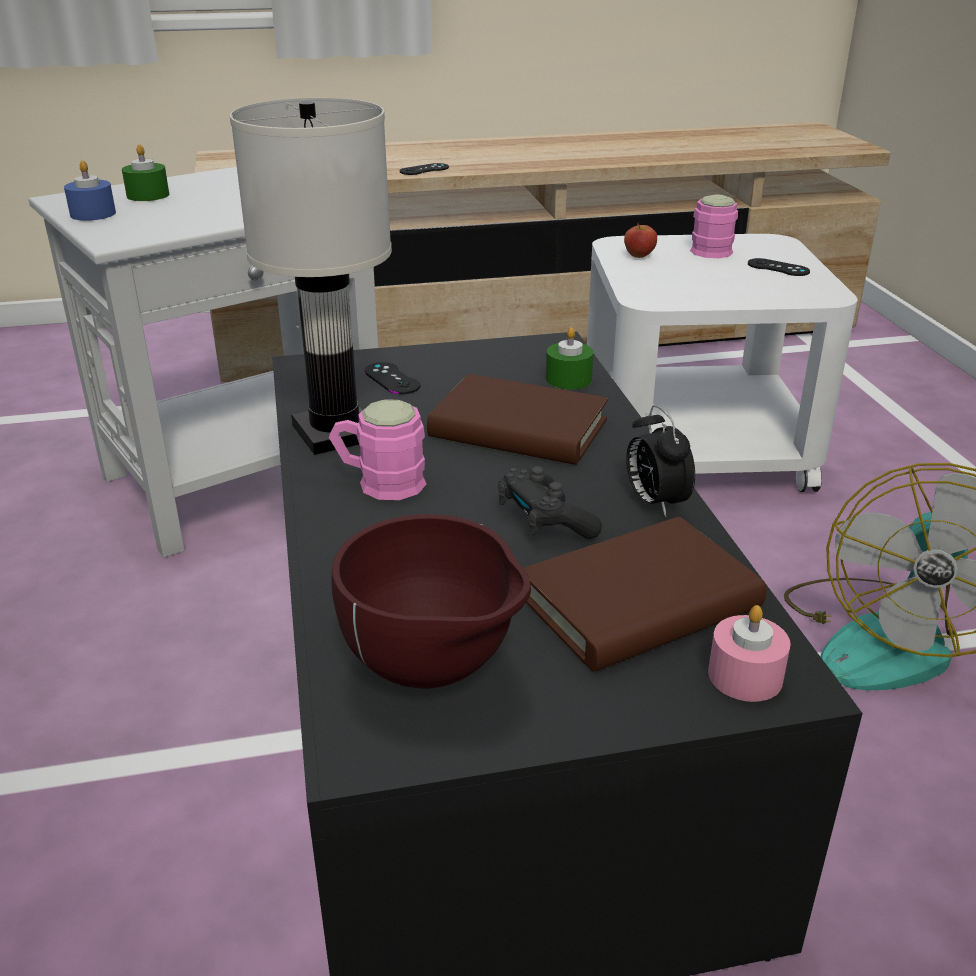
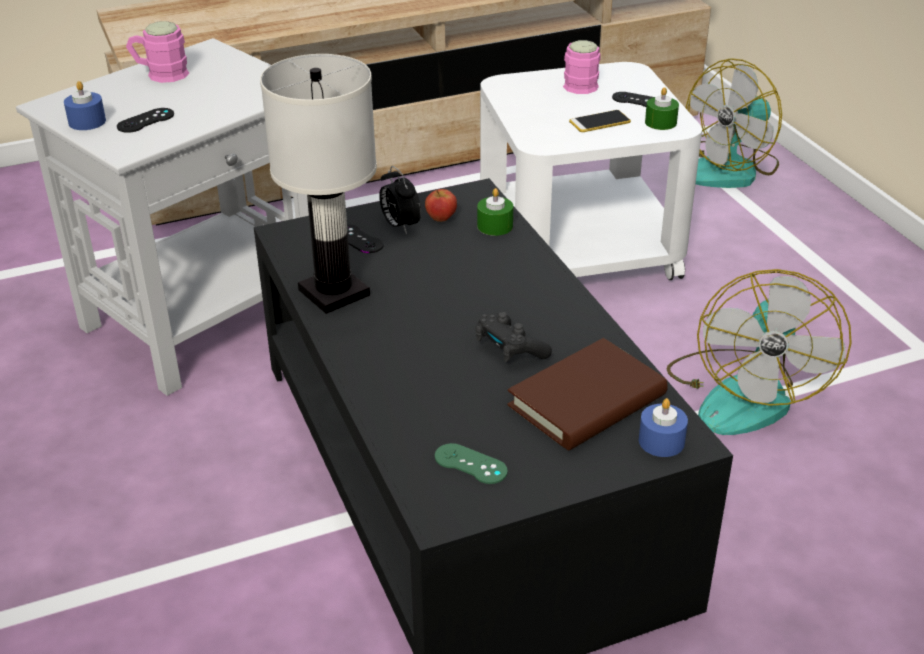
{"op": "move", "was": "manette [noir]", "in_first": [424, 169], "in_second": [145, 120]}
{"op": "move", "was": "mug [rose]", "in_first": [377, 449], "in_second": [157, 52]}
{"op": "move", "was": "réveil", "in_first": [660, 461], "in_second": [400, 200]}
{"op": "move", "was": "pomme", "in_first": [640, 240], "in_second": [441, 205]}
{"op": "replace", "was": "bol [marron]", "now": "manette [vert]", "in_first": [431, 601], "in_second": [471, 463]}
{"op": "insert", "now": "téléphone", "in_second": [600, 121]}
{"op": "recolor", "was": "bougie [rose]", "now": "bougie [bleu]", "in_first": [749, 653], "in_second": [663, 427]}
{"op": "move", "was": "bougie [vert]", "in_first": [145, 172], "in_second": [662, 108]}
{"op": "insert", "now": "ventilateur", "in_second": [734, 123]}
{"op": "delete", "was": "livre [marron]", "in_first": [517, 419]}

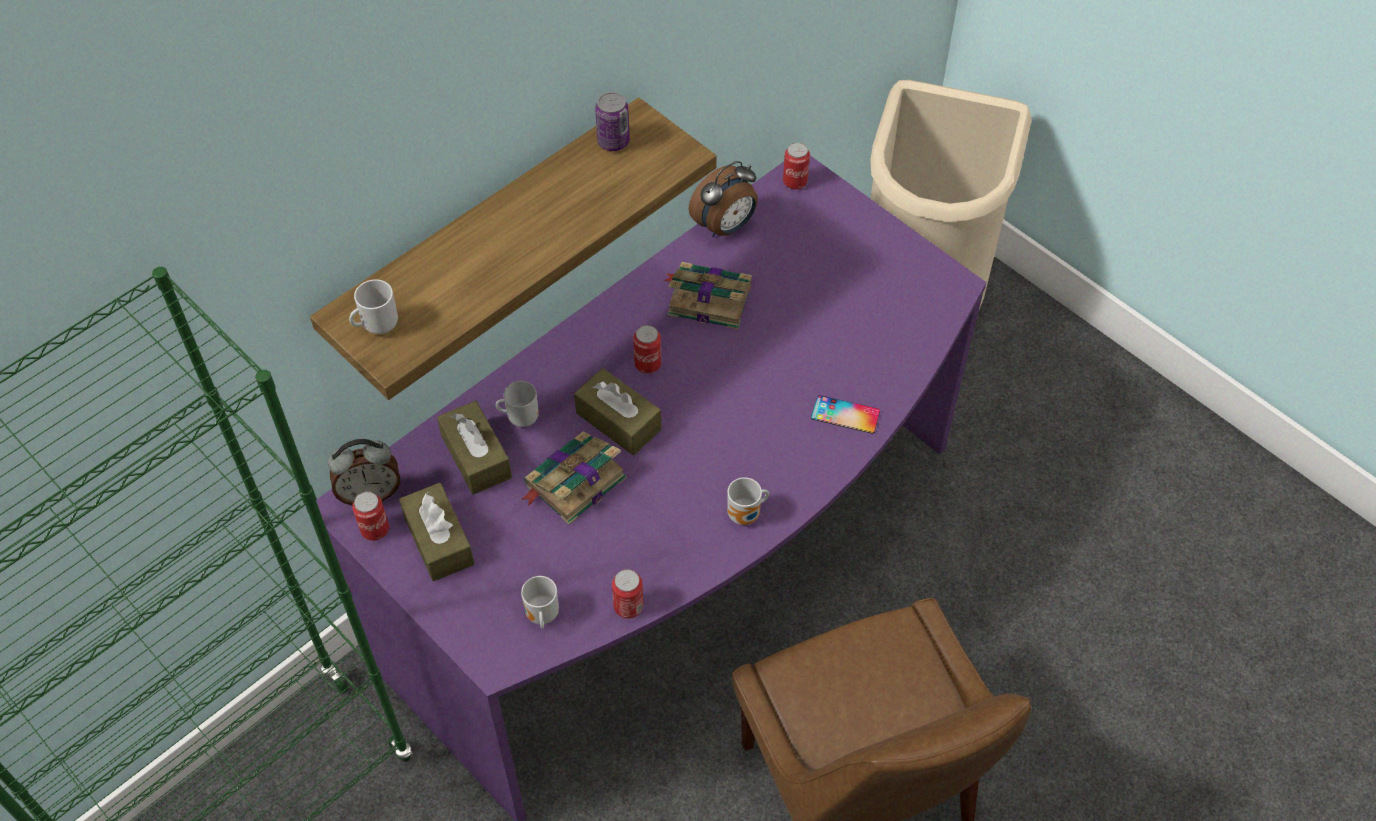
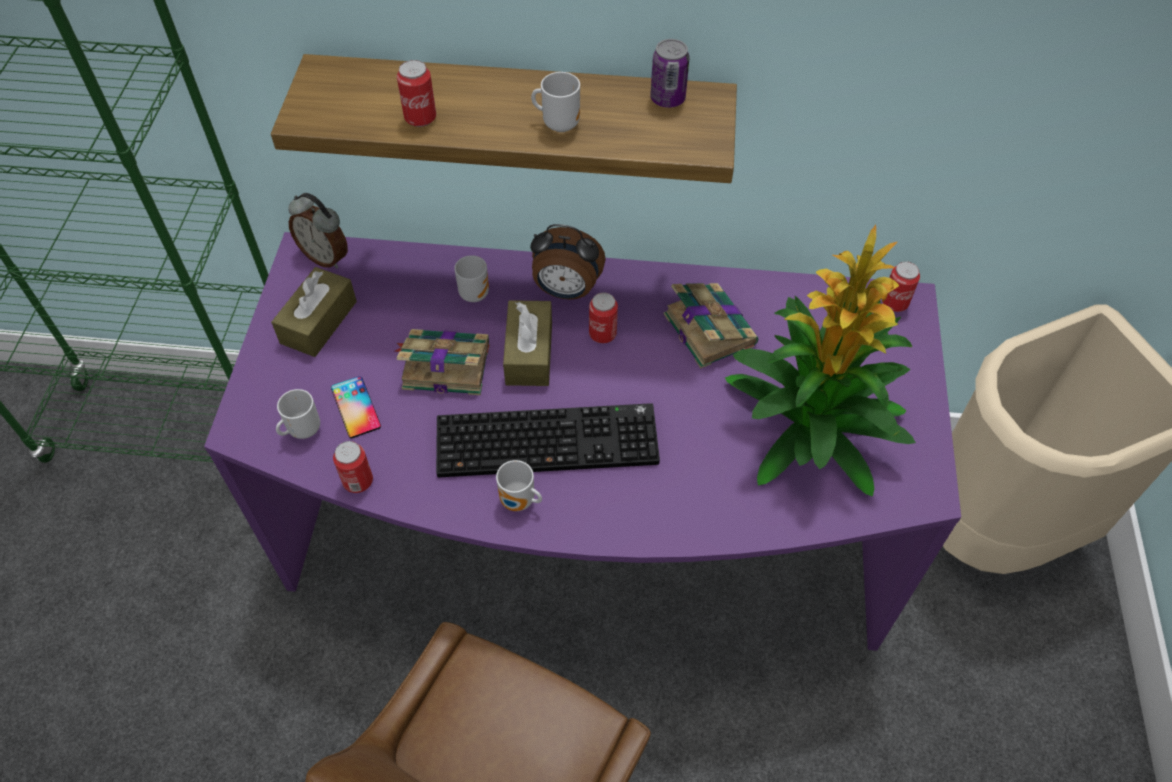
{"op": "move", "was": "téléphone", "in_first": [845, 414], "in_second": [356, 407]}
{"op": "move", "was": "boîte métallique", "in_first": [370, 516], "in_second": [416, 93]}
{"op": "insert", "now": "clavier", "in_second": [548, 440]}
{"op": "move", "was": "réveil", "in_first": [723, 199], "in_second": [568, 262]}
{"op": "move", "was": "mug", "in_first": [373, 306], "in_second": [555, 102]}
{"op": "insert", "now": "plante en pot", "in_second": [820, 361]}
{"op": "delete", "was": "boîte à mouchoirs [marron]", "in_first": [474, 448]}

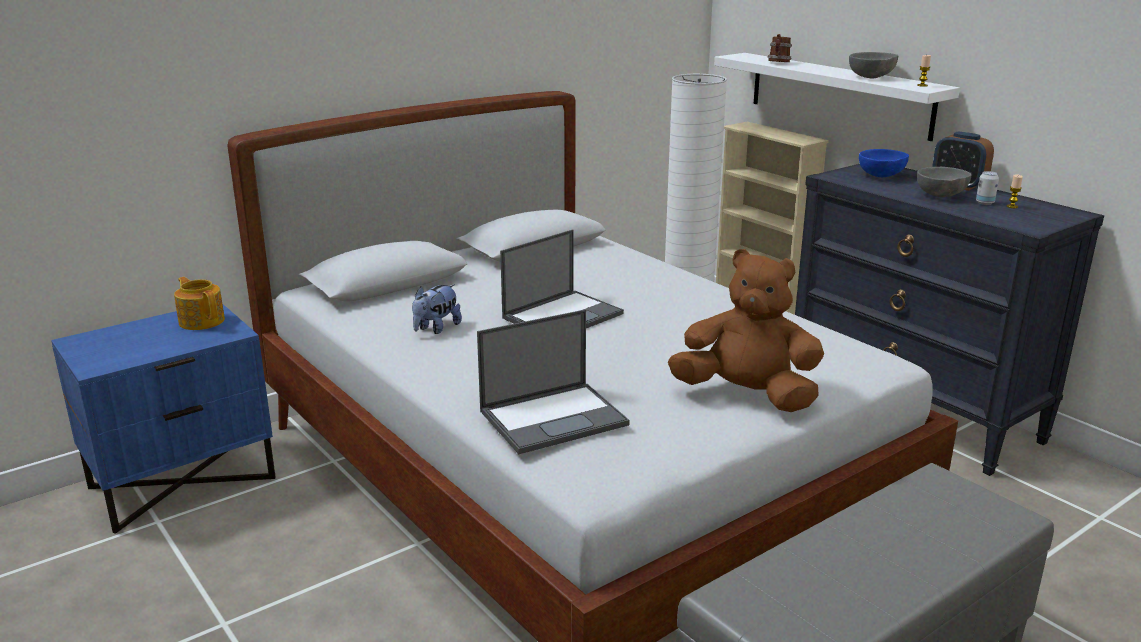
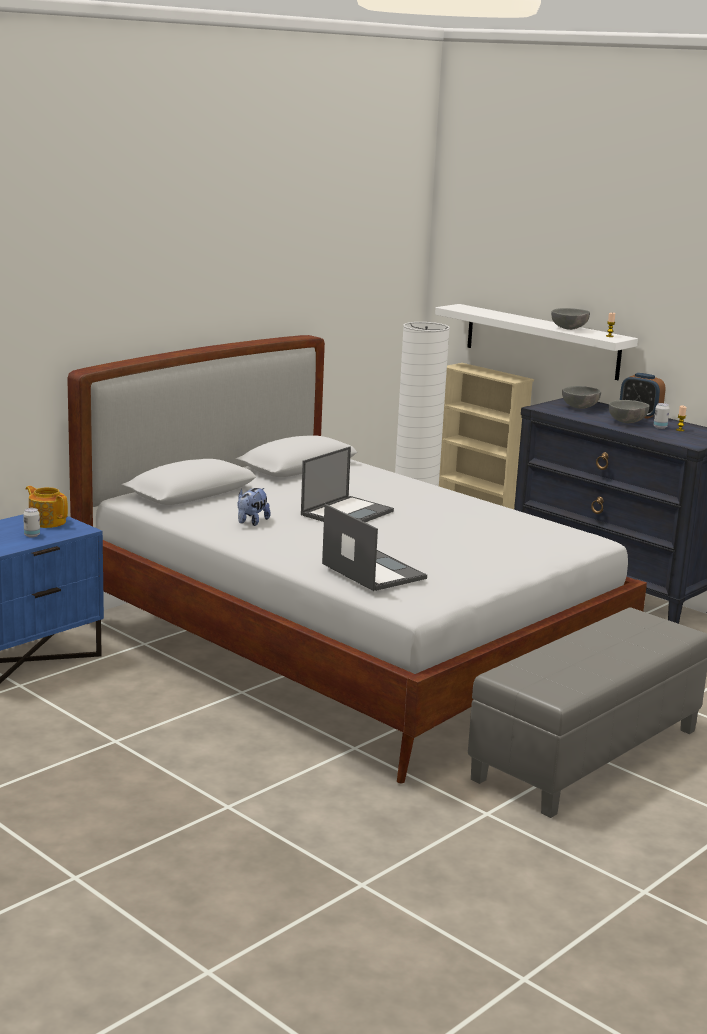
{"op": "insert", "now": "boîte métallique", "in_second": [31, 522]}
{"op": "rotate", "was": "ordinateur portable", "in_first": [553, 381], "in_second": [374, 547], "clockwise": -90}
{"op": "recolor", "was": "bol [bleu]", "now": "bol [gris]", "in_first": [884, 163], "in_second": [581, 397]}
{"op": "delete", "was": "peluche [marron]", "in_first": [746, 330]}
{"op": "delete", "was": "mug", "in_first": [779, 48]}

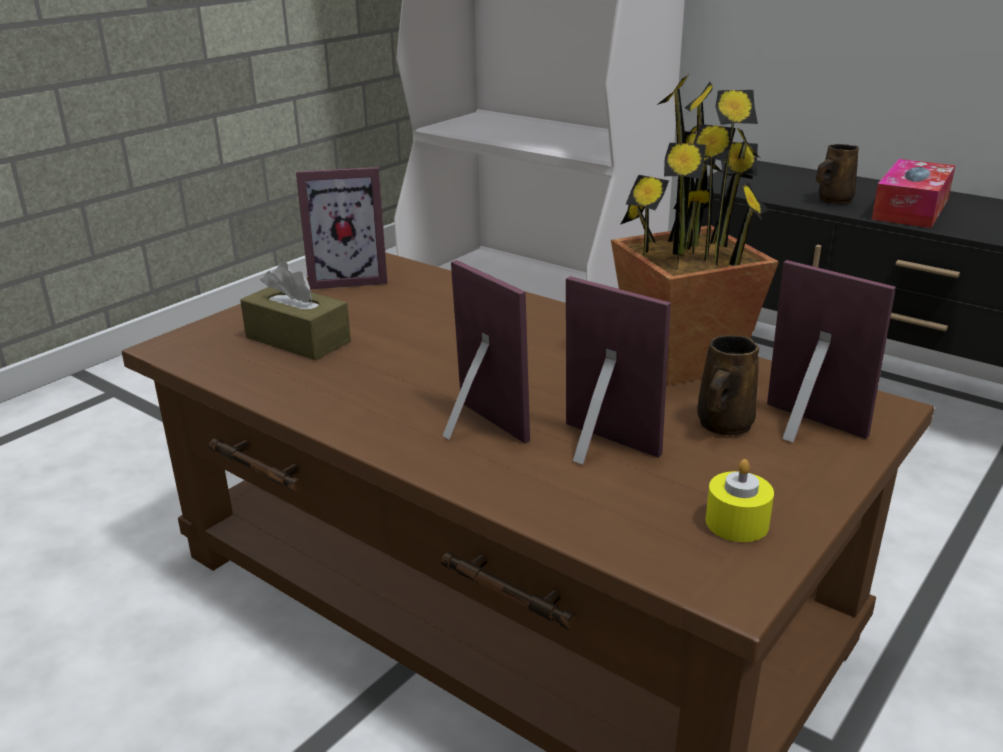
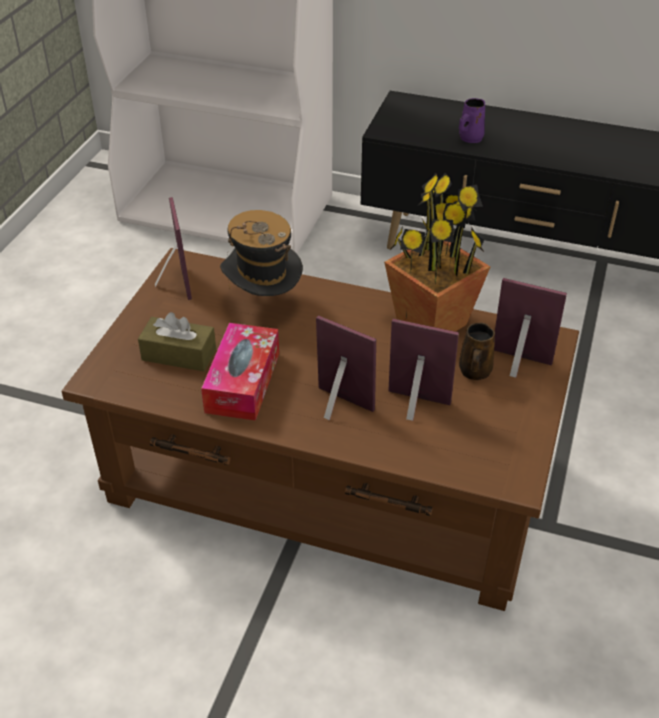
{"op": "rotate", "was": "cadre photo", "in_first": [342, 228], "in_second": [173, 248], "clockwise": -75}
{"op": "move", "was": "boîte à mouchoirs", "in_first": [913, 193], "in_second": [240, 372]}
{"op": "insert", "now": "chapeau", "in_second": [261, 253]}
{"op": "recolor", "was": "mug [marron]", "now": "mug [violet]", "in_first": [837, 174], "in_second": [472, 120]}
{"op": "delete", "was": "bougie [jaune]", "in_first": [740, 500]}

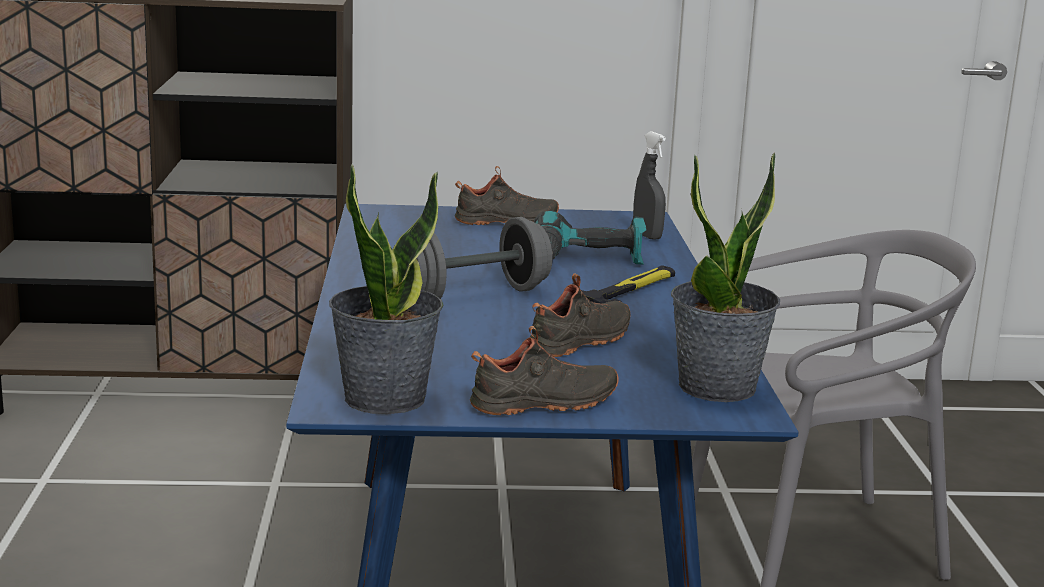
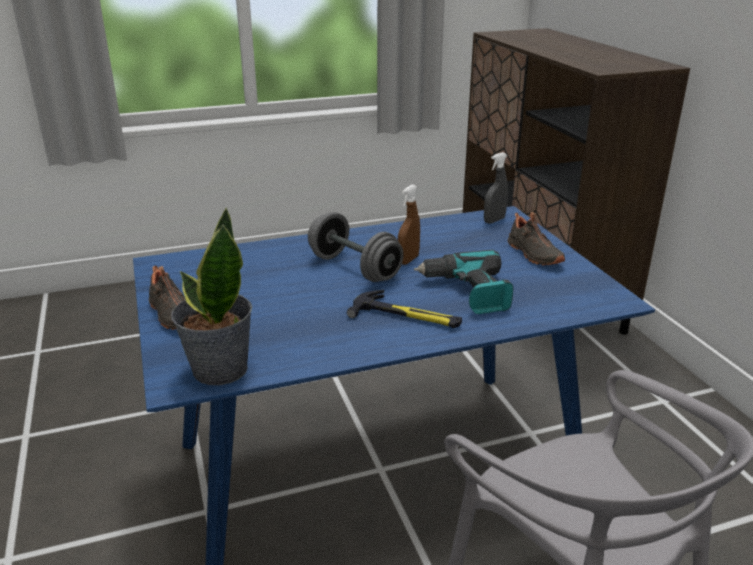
{"op": "insert", "now": "vaporisateur [marron]", "in_second": [409, 225]}
{"op": "move", "was": "vaporisateur [gris]", "in_first": [649, 185], "in_second": [496, 188]}
{"op": "delete", "was": "plante en pot", "in_first": [386, 289]}
{"op": "delete", "was": "chaussure [noir]", "in_first": [580, 315]}

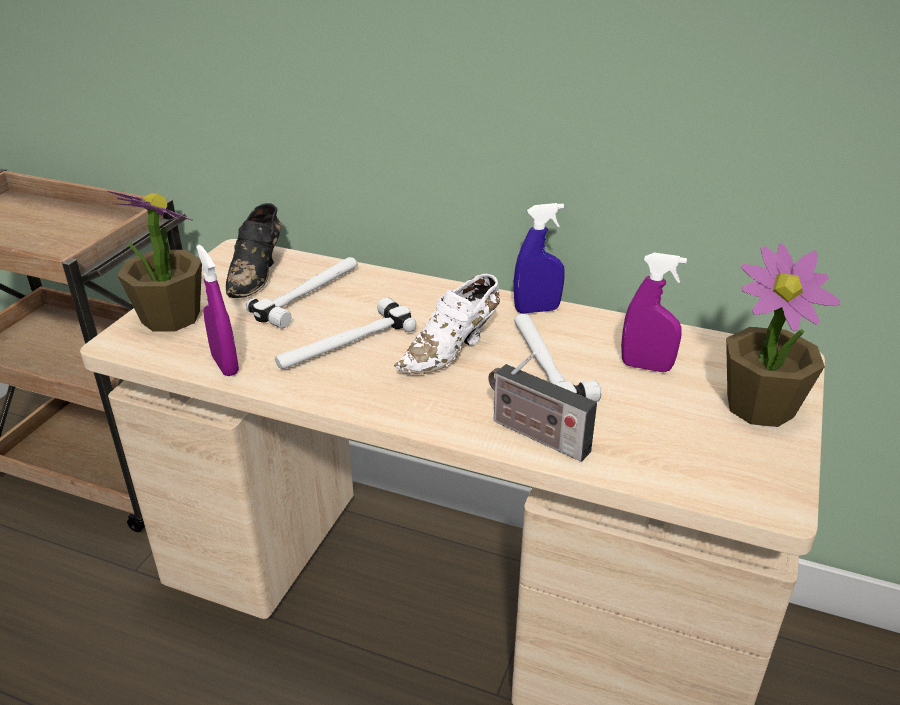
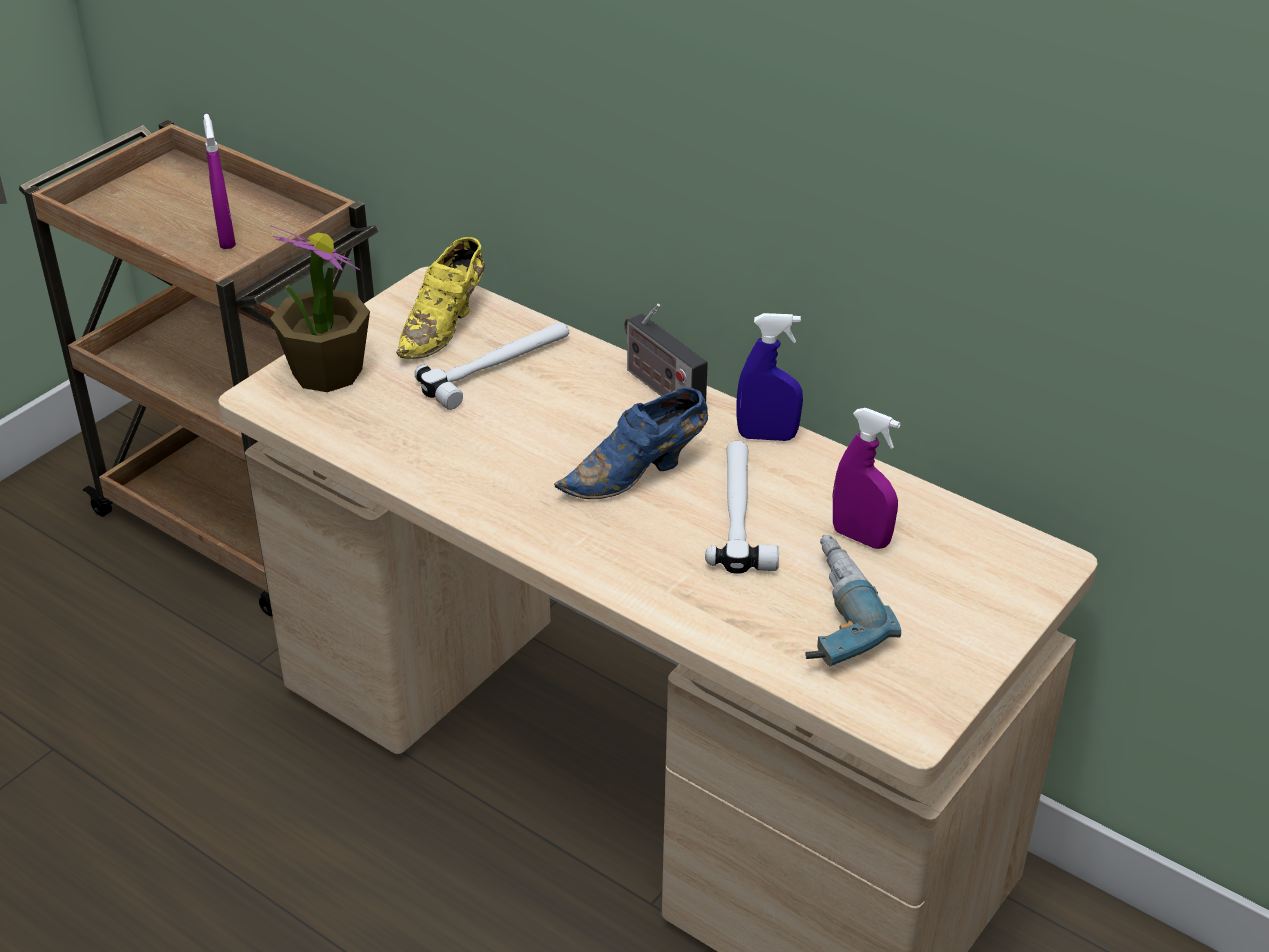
{"op": "move", "was": "vaporisateur [violet]", "in_first": [217, 310], "in_second": [220, 181]}
{"op": "recolor", "was": "chaussure [noir]", "now": "chaussure [jaune]", "in_first": [253, 250], "in_second": [440, 298]}
{"op": "recolor", "was": "chaussure [blanc]", "now": "chaussure [bleu]", "in_first": [447, 324], "in_second": [631, 443]}
{"op": "move", "was": "radio", "in_first": [542, 407], "in_second": [666, 353]}
{"op": "insert", "now": "perceuse", "in_second": [853, 600]}
{"op": "delete", "was": "marteau", "in_first": [346, 333]}
{"op": "delete", "was": "plante en pot", "in_first": [783, 335]}

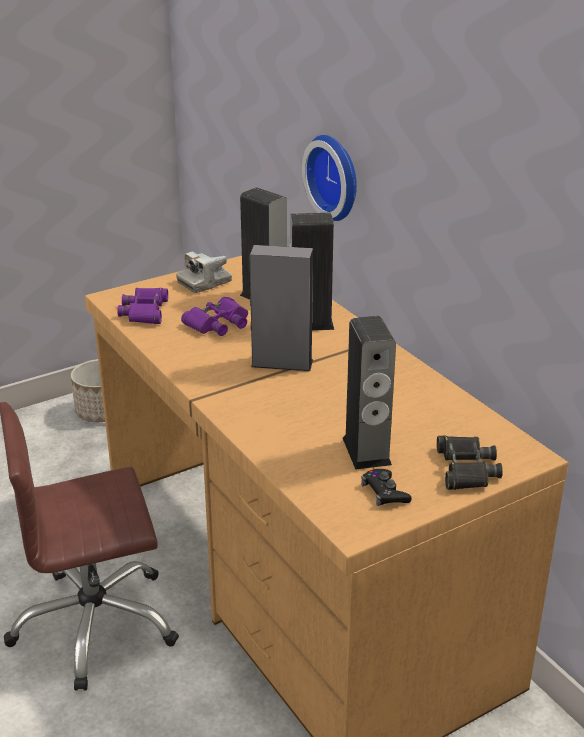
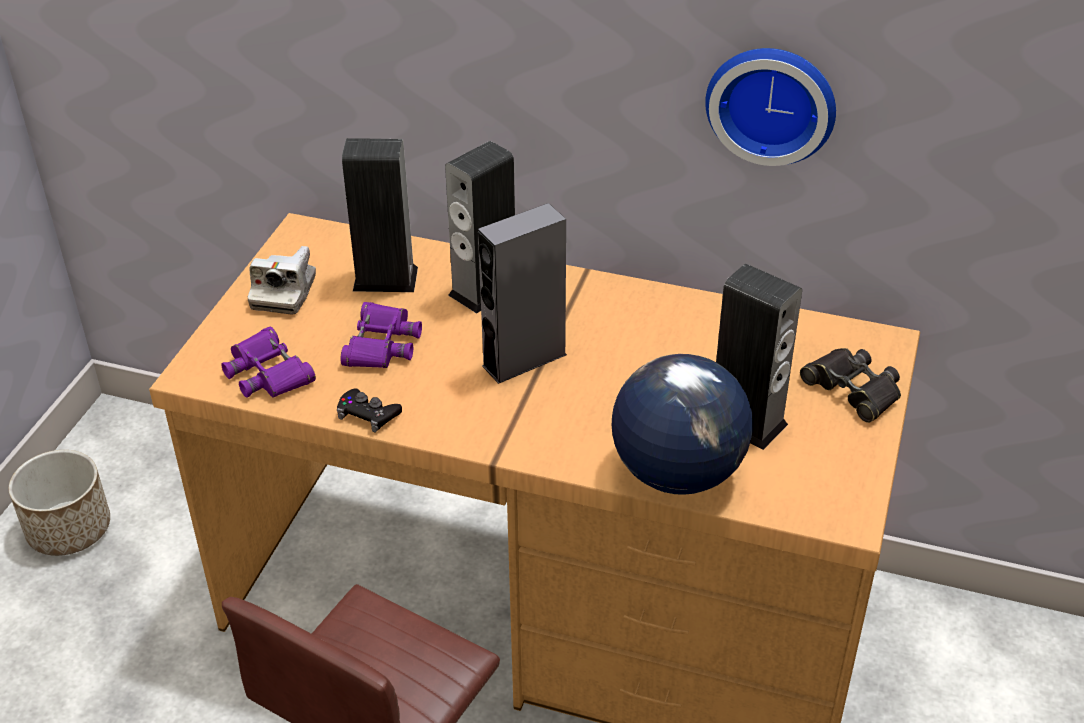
{"op": "move", "was": "manette [noir]", "in_first": [386, 487], "in_second": [369, 410]}
{"op": "insert", "now": "globe", "in_second": [682, 424]}
{"op": "move", "was": "horloge murale", "in_first": [329, 178], "in_second": [770, 107]}

